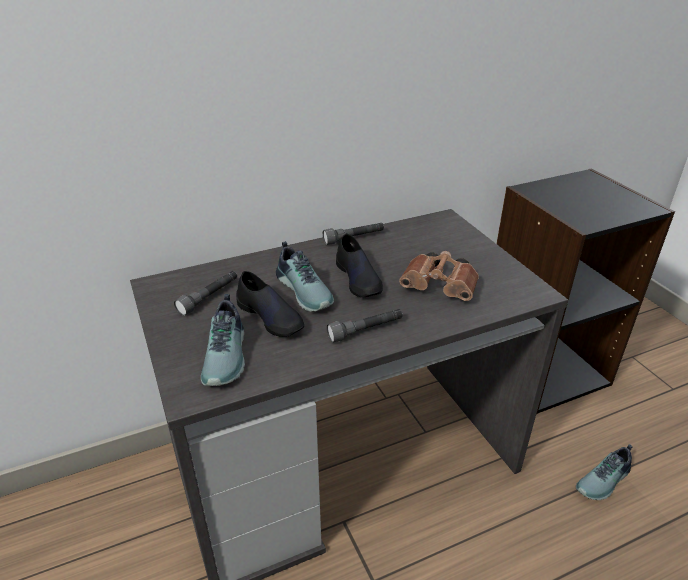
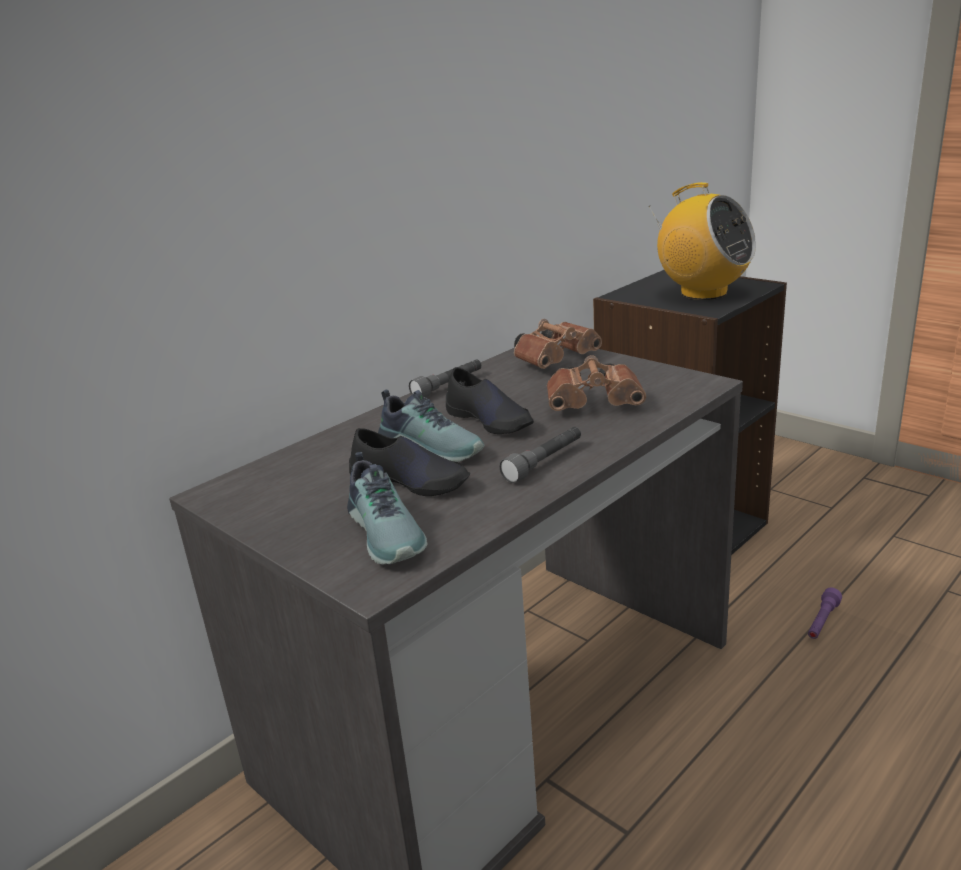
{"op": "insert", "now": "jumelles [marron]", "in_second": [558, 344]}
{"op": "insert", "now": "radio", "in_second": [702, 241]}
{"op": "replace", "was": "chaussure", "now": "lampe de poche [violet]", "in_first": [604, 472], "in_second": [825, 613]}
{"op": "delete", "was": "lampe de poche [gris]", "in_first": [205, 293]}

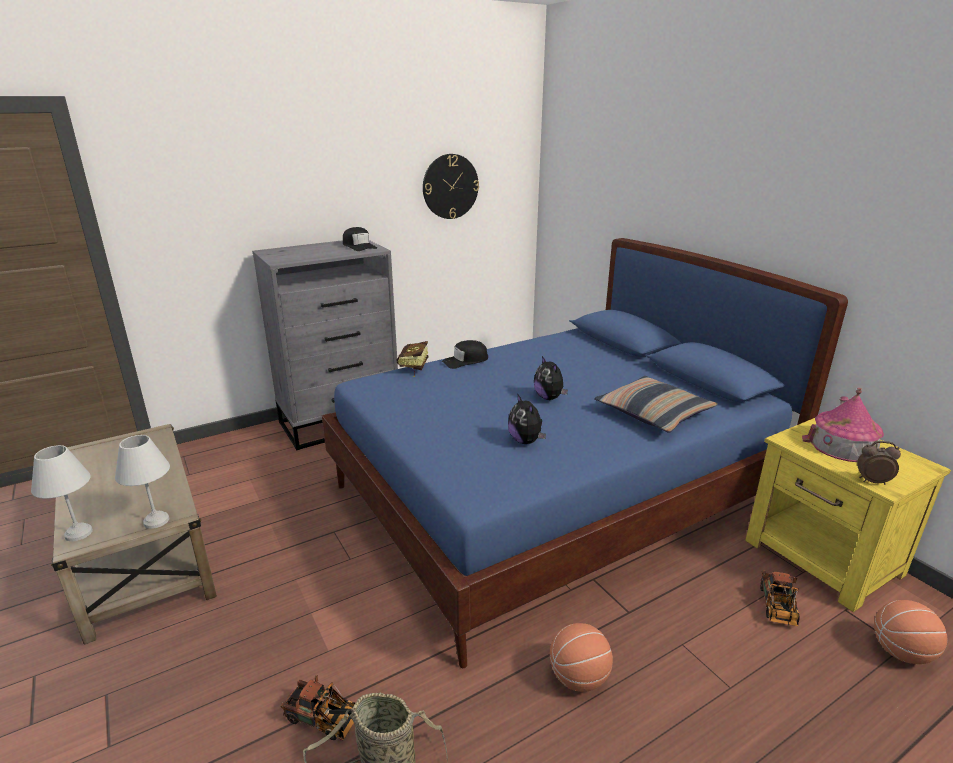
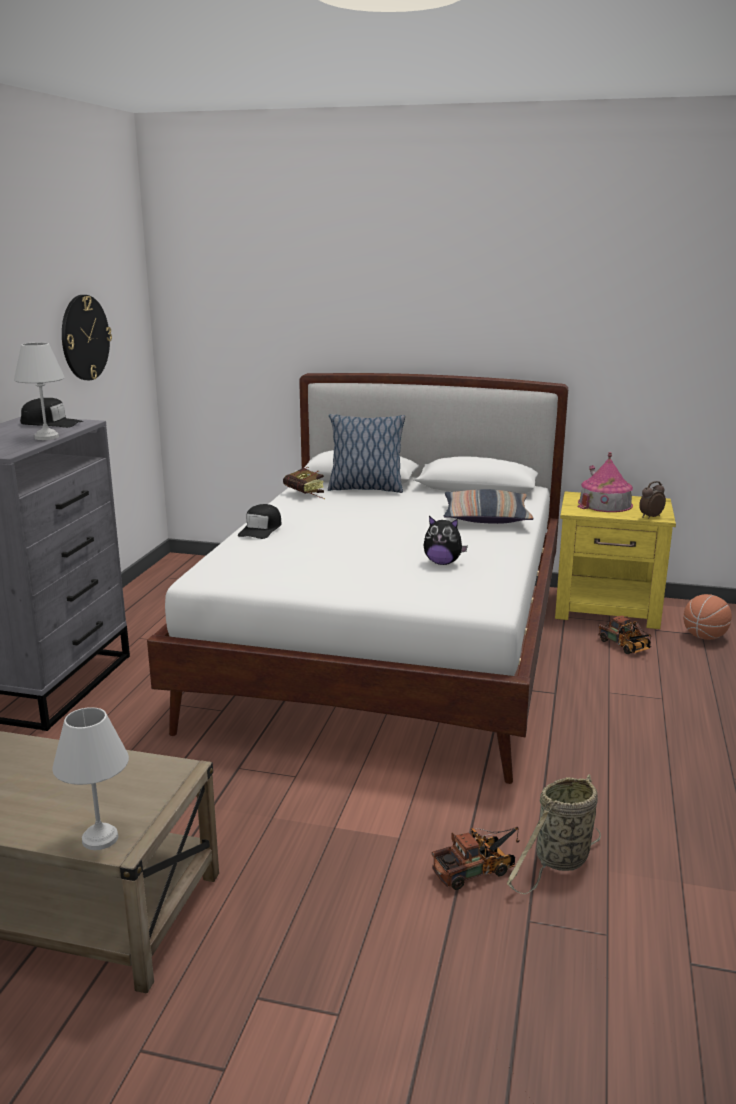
{"op": "move", "was": "lampe de table [blanc]", "in_first": [142, 482], "in_second": [39, 391]}
{"op": "recolor", "was": "lit [bleu]", "now": "lit [blanc]", "in_first": [585, 453], "in_second": [357, 578]}
{"op": "move", "was": "livre", "in_first": [412, 359], "in_second": [304, 483]}
{"op": "insert", "now": "coussin", "in_second": [366, 453]}
{"op": "delete", "was": "peluche", "in_first": [551, 378]}
{"op": "delete", "was": "ballon de basket", "in_first": [581, 657]}

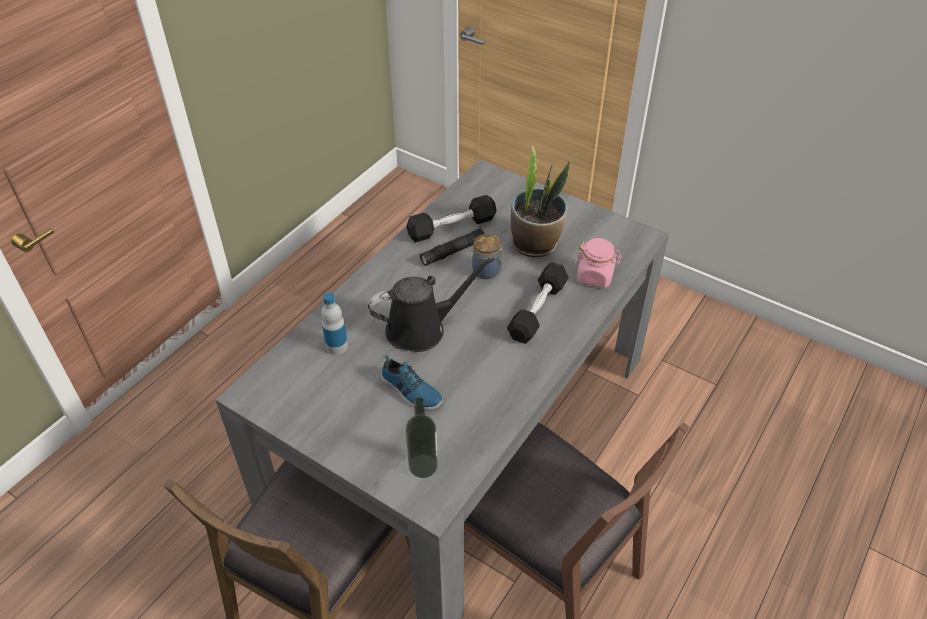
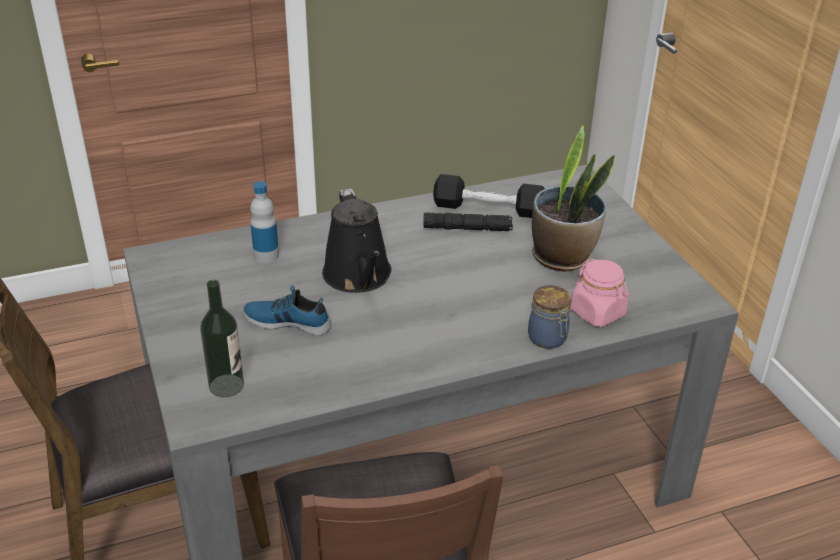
{"op": "rotate", "was": "chaussure", "in_first": [412, 382], "in_second": [287, 311], "clockwise": 120}
{"op": "rotate", "was": "arrosoir [noir]", "in_first": [431, 304], "in_second": [356, 240], "clockwise": 60}
{"op": "move", "was": "bocal", "in_first": [488, 256], "in_second": [549, 317]}
{"op": "delete", "was": "haltère [noir]", "in_first": [538, 303]}

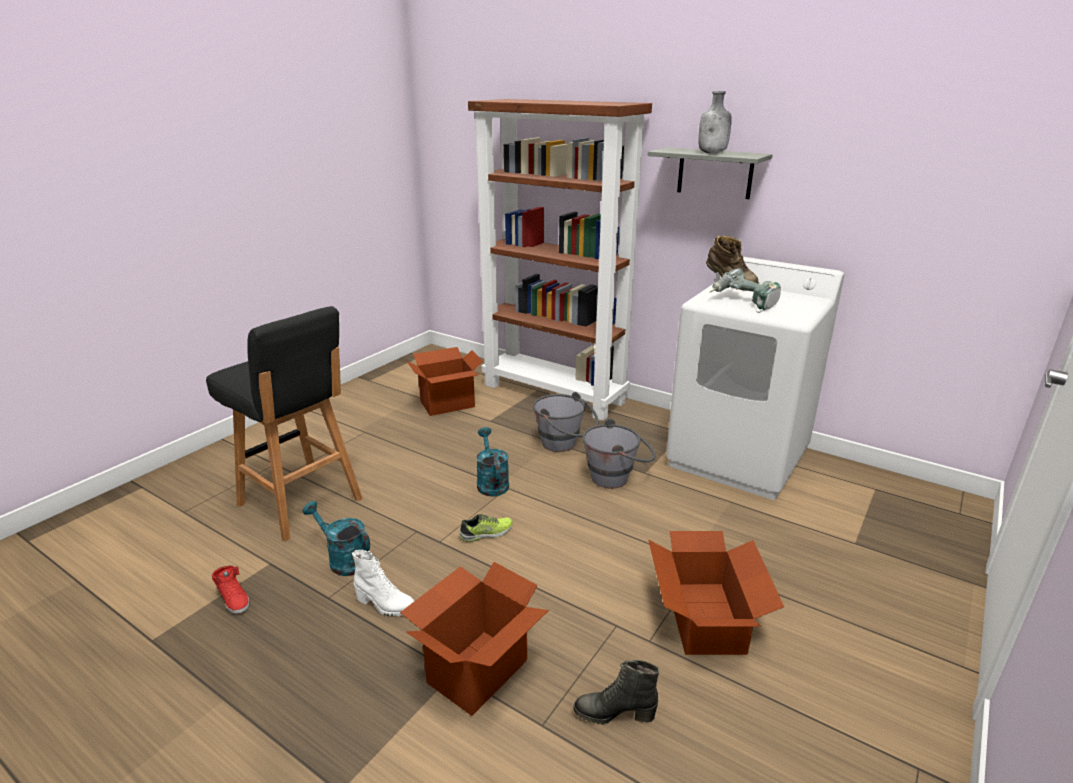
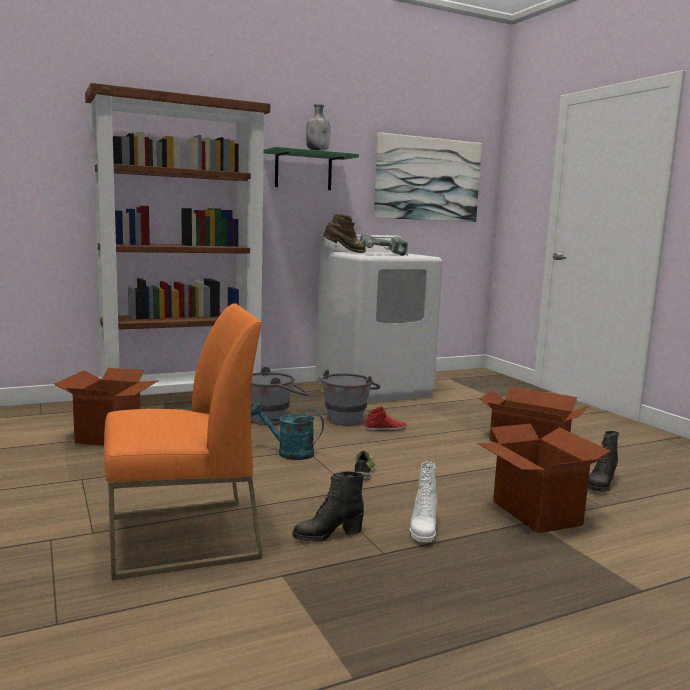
{"op": "replace", "was": "tabouret [noir]", "now": "chaise [orange]", "in_first": [284, 423], "in_second": [183, 441]}
{"op": "recolor", "was": "étagère [gris]", "now": "étagère [vert]", "in_first": [710, 173], "in_second": [311, 168]}
{"op": "replace", "was": "arrosoir [turquoise]", "now": "botte [noir]", "in_first": [336, 538], "in_second": [328, 506]}
{"op": "move", "was": "chaussure [rouge]", "in_first": [230, 590], "in_second": [386, 419]}
{"op": "insert", "now": "tableau", "in_second": [428, 177]}
{"op": "rotate", "was": "botte [blanc]", "in_first": [383, 583], "in_second": [423, 502], "clockwise": 135}

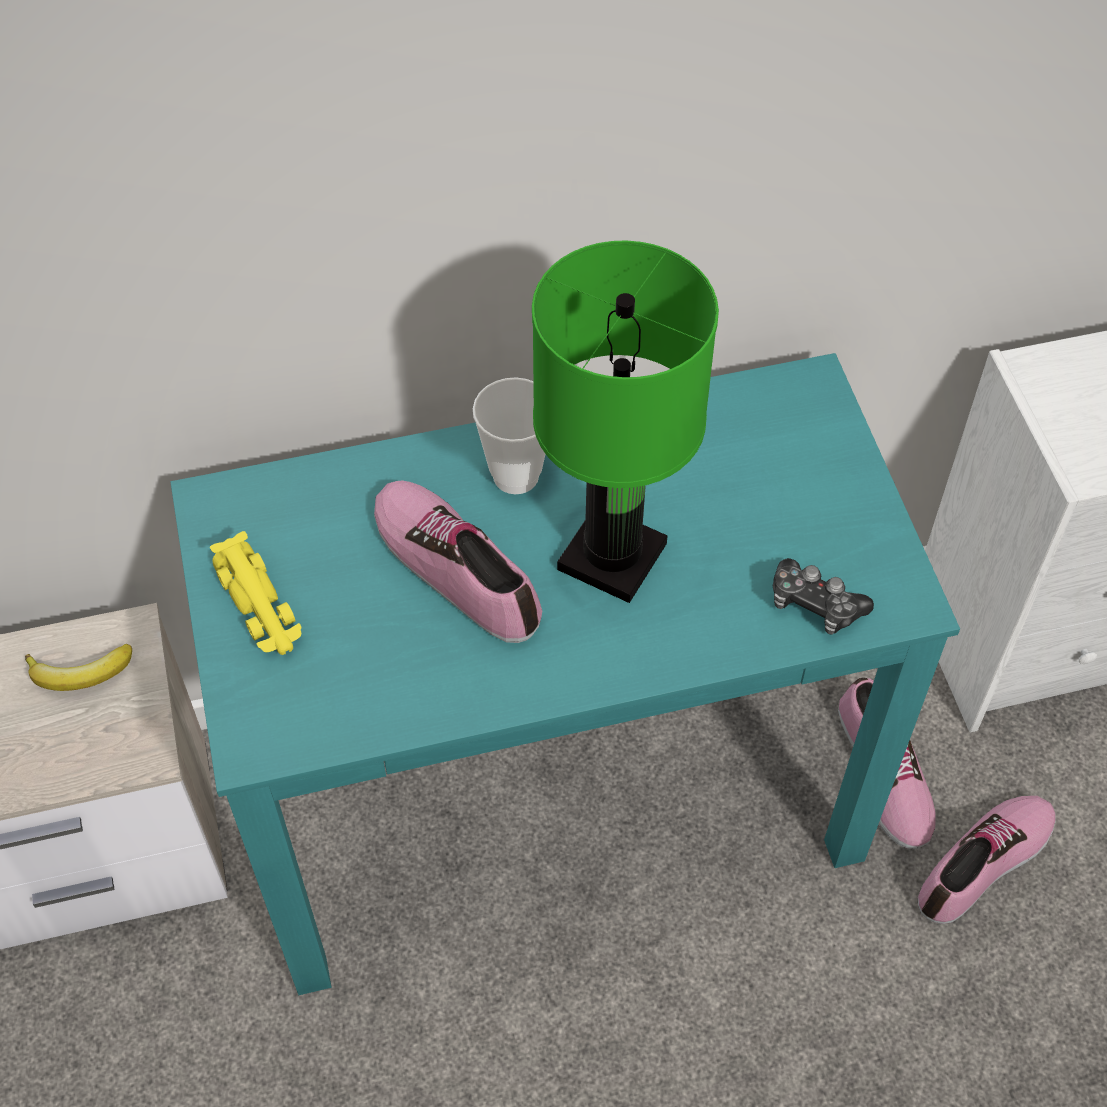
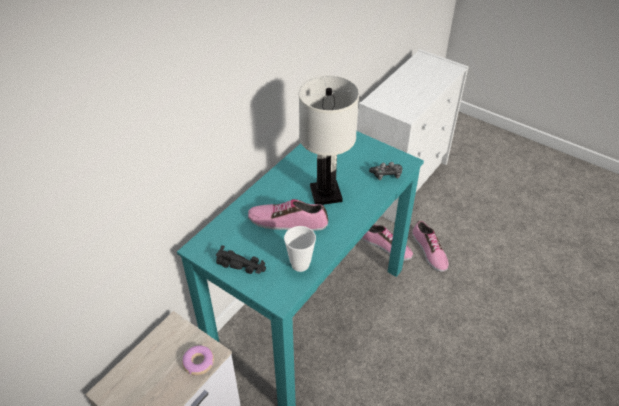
{"op": "insert", "now": "beignet", "in_second": [198, 360]}
{"op": "recolor", "was": "petite voiture [jaune]", "now": "petite voiture [noir]", "in_first": [255, 593], "in_second": [241, 259]}
{"op": "move", "was": "tasse", "in_first": [509, 436], "in_second": [300, 249]}
{"op": "recolor", "was": "lampe de table [vert]", "now": "lampe de table [blanc]", "in_first": [625, 422], "in_second": [329, 140]}
{"op": "rotate", "was": "chaussure", "in_first": [987, 860], "in_second": [430, 246], "clockwise": 150}
{"op": "delete", "was": "banane", "in_first": [78, 667]}

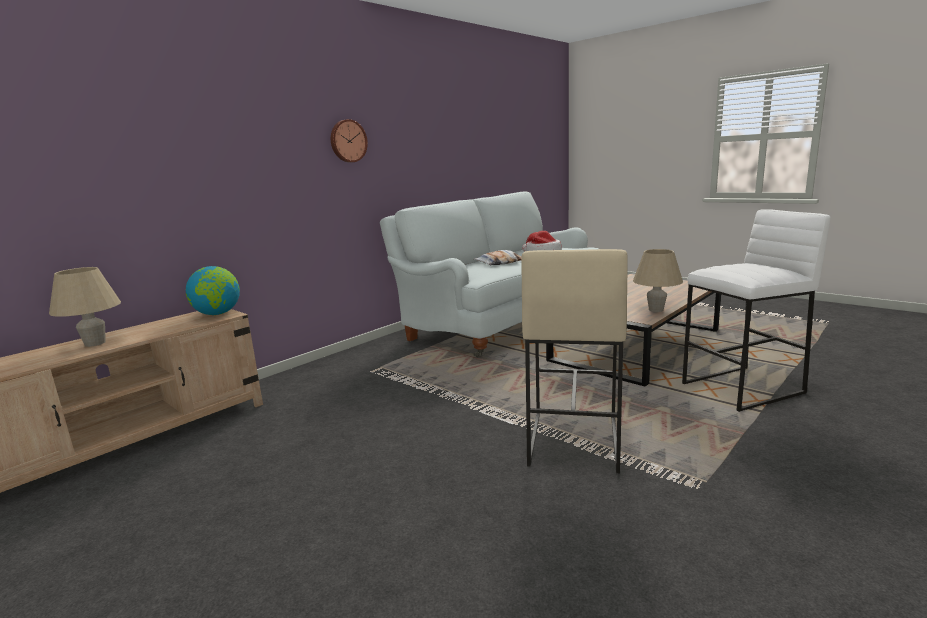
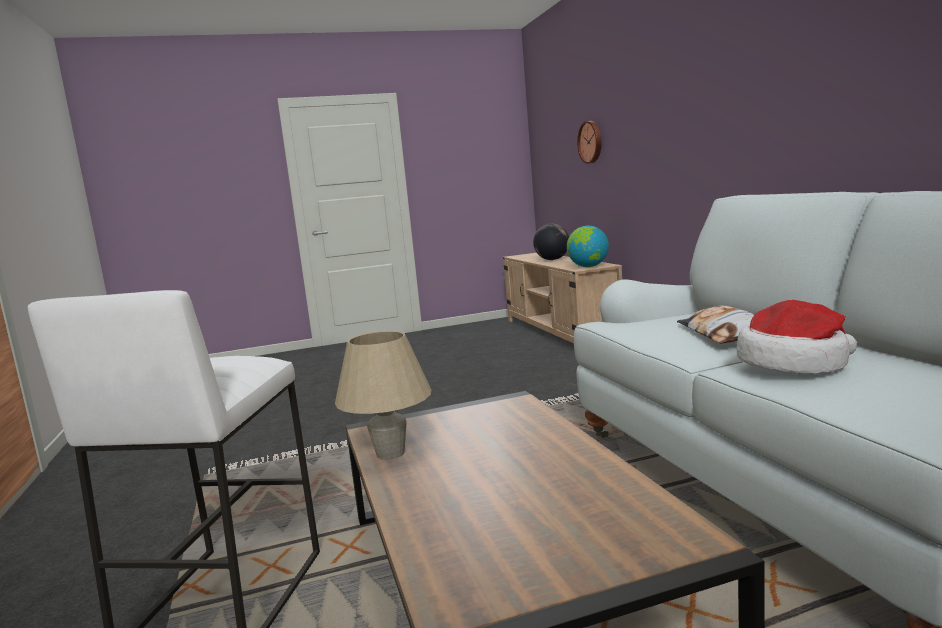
{"op": "replace", "was": "lampe de table [beige]", "now": "globe", "in_first": [85, 307], "in_second": [551, 242]}
{"op": "move", "was": "horloge murale", "in_first": [349, 141], "in_second": [589, 142]}
{"op": "delete", "was": "tabouret [beige]", "in_first": [574, 361]}

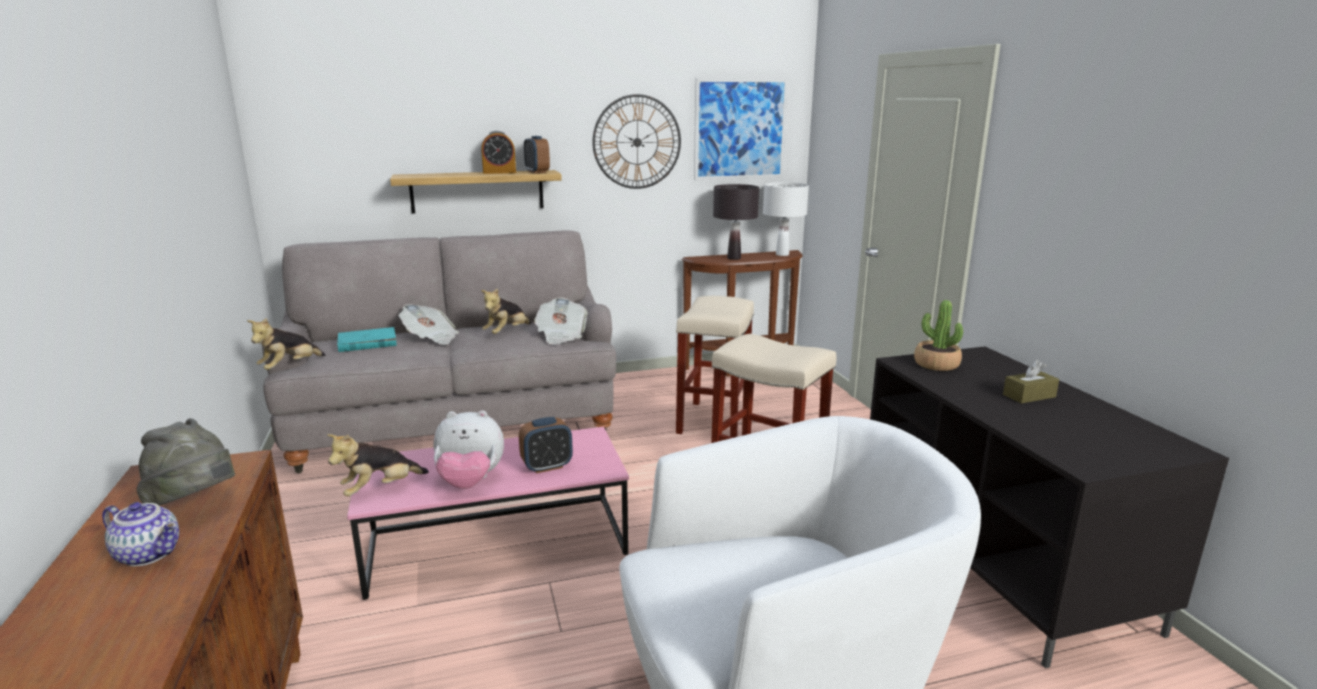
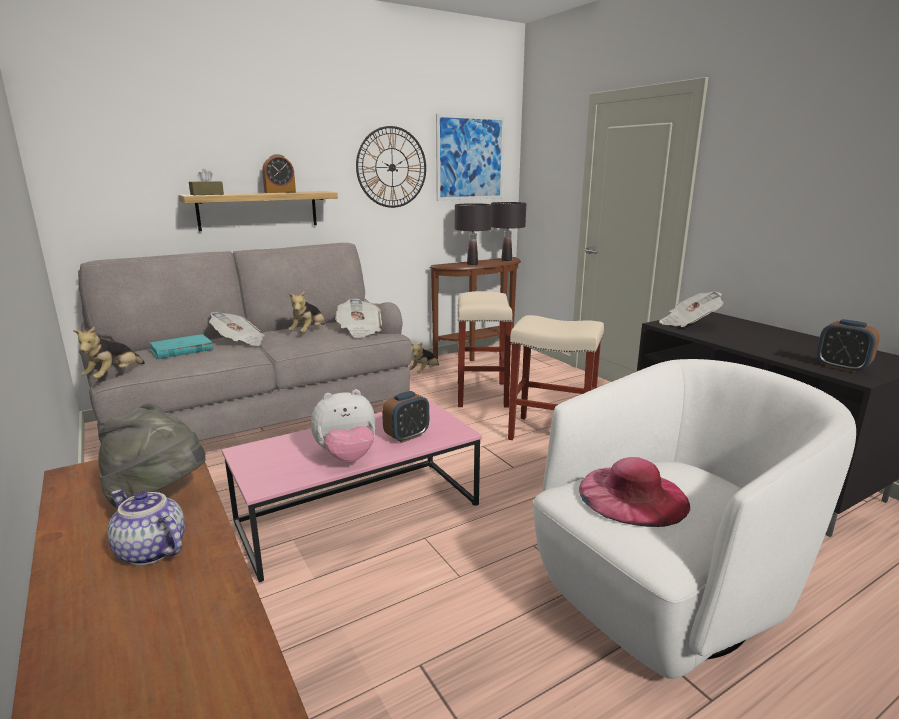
{"op": "rotate", "was": "théière", "in_first": [140, 534], "in_second": [146, 527], "clockwise": -150}
{"op": "move", "was": "boîte à mouchoirs [marron]", "in_first": [1031, 382], "in_second": [206, 182]}
{"op": "move", "was": "peluche", "in_first": [378, 465], "in_second": [424, 357]}
{"op": "recolor", "was": "lampe de table [blanc]", "now": "lampe de table [noir]", "in_first": [786, 219], "in_second": [508, 231]}
{"op": "insert", "now": "chapeau [rose]", "in_second": [634, 492]}
{"op": "replace", "was": "plante en pot", "now": "journal", "in_first": [938, 335], "in_second": [691, 309]}
{"op": "move", "was": "réveil", "in_first": [537, 154], "in_second": [848, 346]}

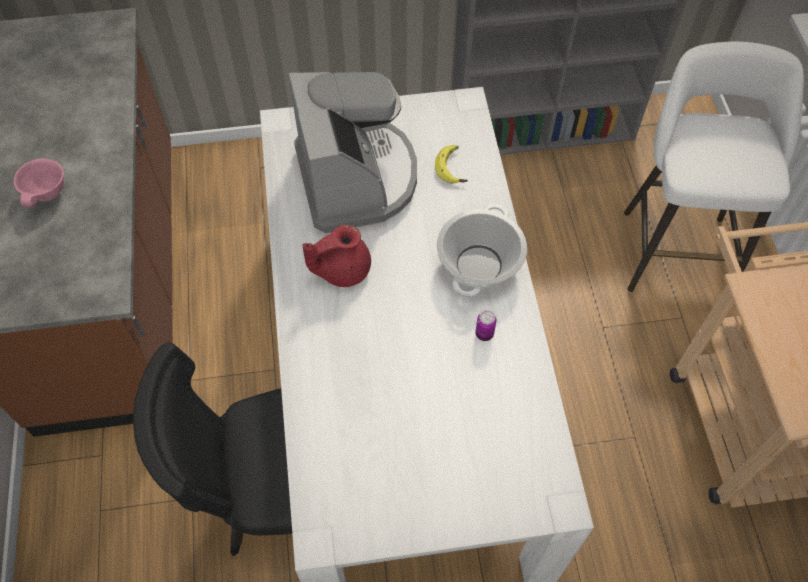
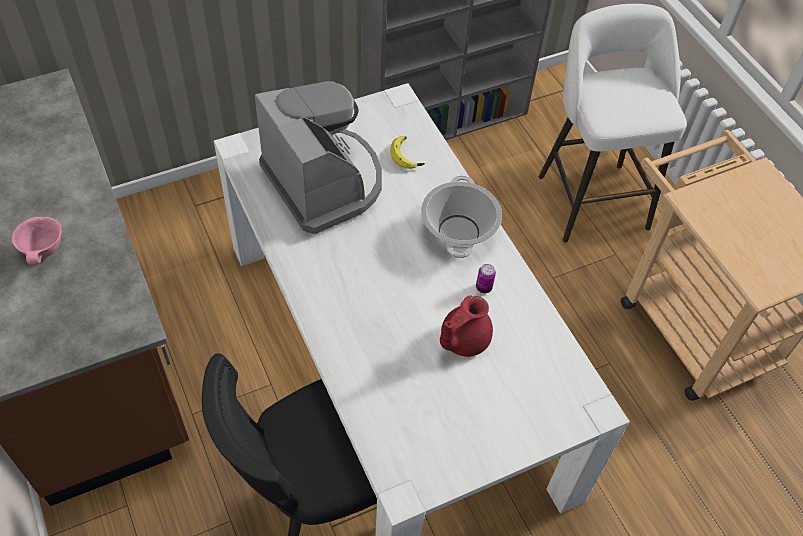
{"op": "move", "was": "théière [rouge]", "in_first": [336, 255], "in_second": [466, 326]}

